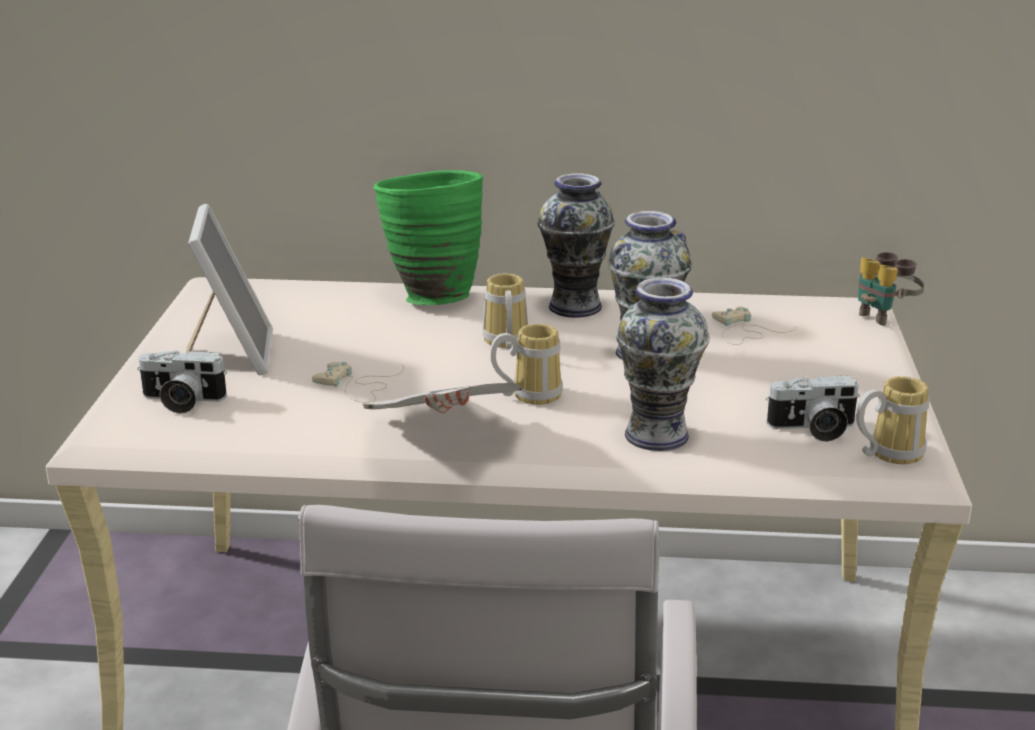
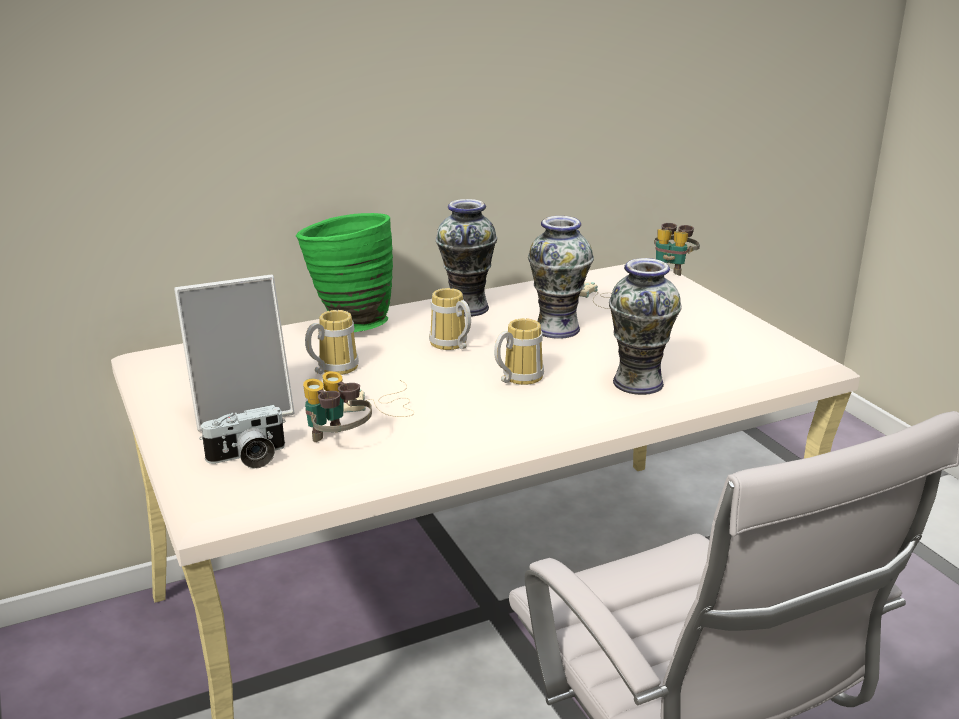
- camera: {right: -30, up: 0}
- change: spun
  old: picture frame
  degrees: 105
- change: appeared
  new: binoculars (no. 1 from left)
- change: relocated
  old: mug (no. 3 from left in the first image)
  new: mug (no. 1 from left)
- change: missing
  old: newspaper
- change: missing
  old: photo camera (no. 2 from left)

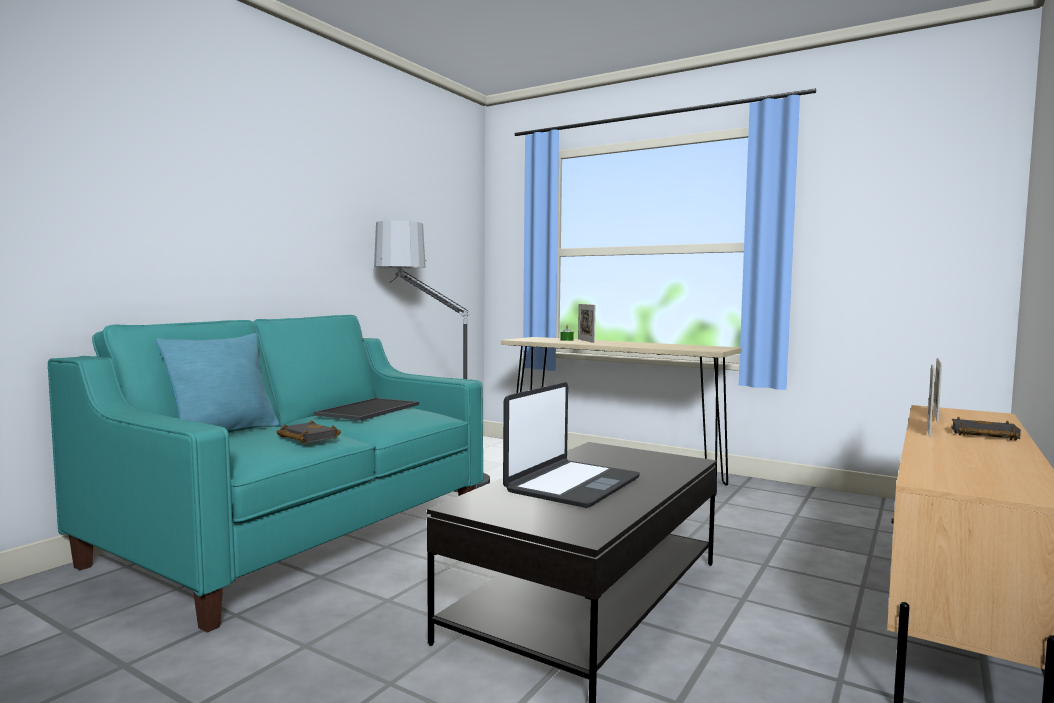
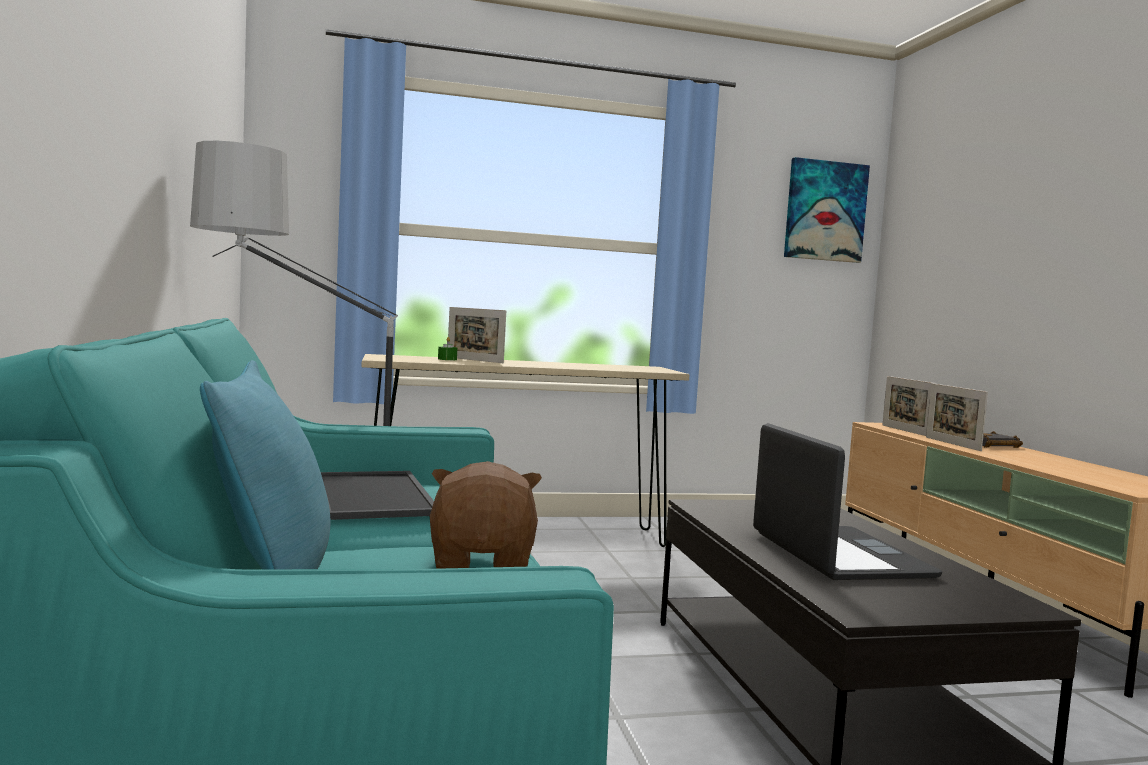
- camera: {right: -45, up: 0}
- change: exchanged
  old: black book (no. 1 from left)
  new: brown plush toy
- change: appeared
  new: picture

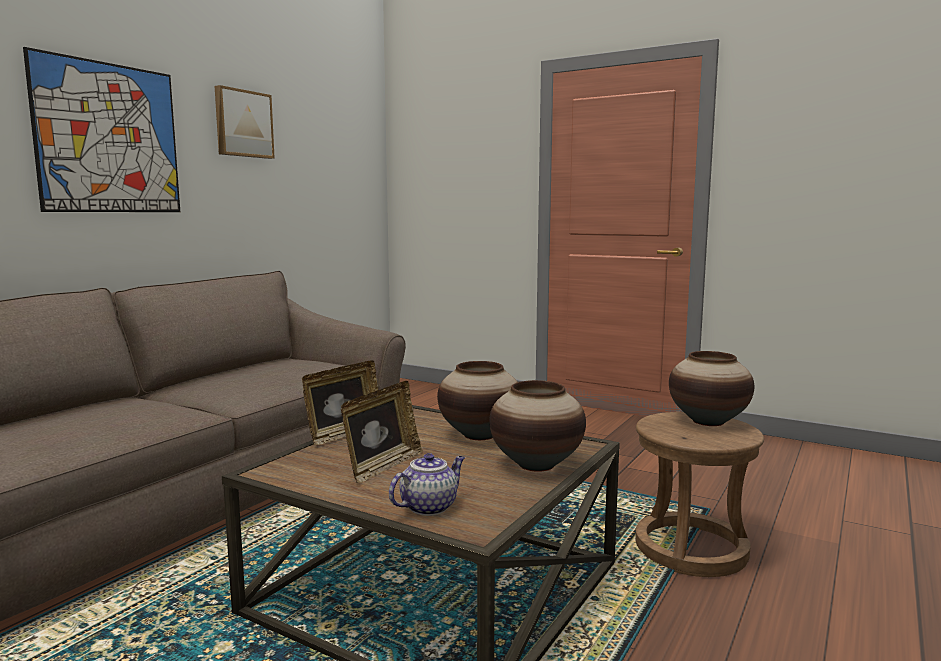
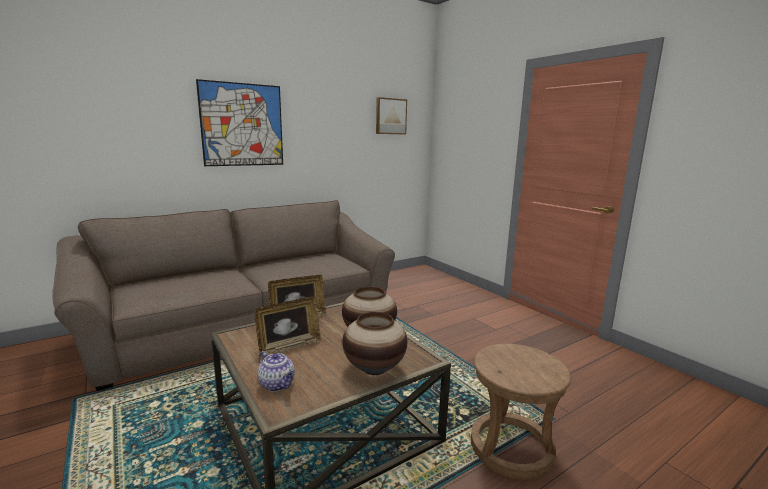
- camera: {right: 25, up: 5}
- change: spun
  old: teapot
  degrees: 60
- change: relocated
  old: picture (no. 2 from left)
- change: missing
  old: vase (no. 3 from left)

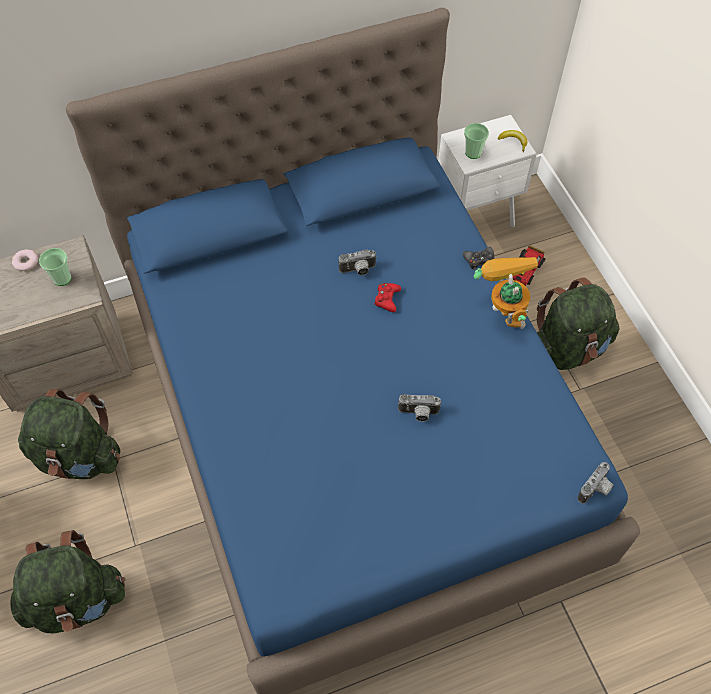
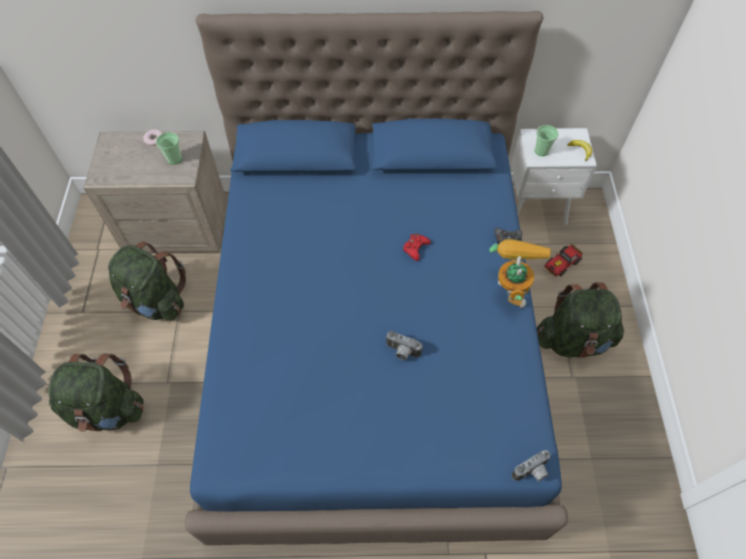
- camera: {right: 20, up: 0}
- change: missing
  old: photo camera (no. 1 from left)

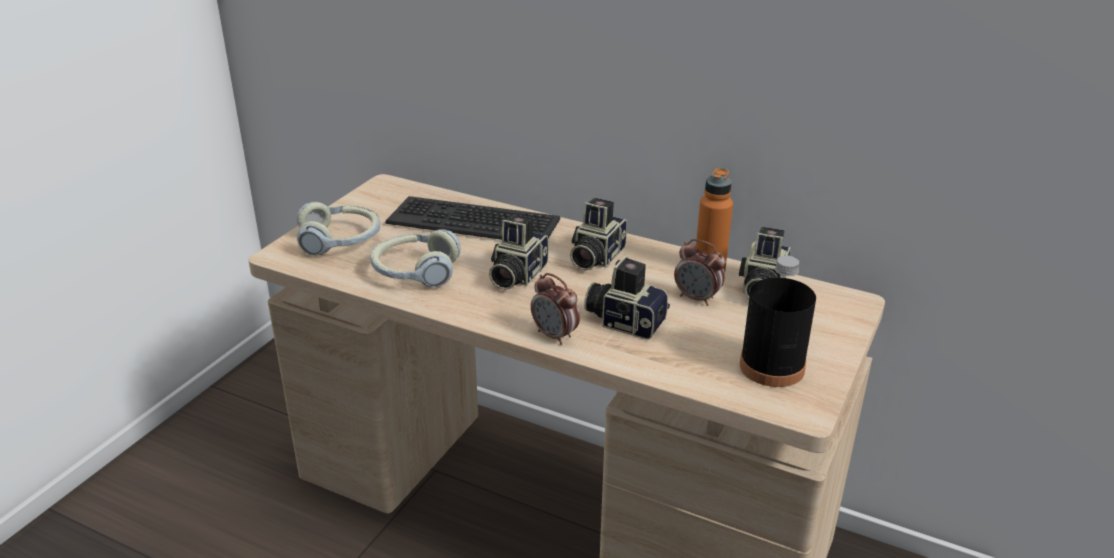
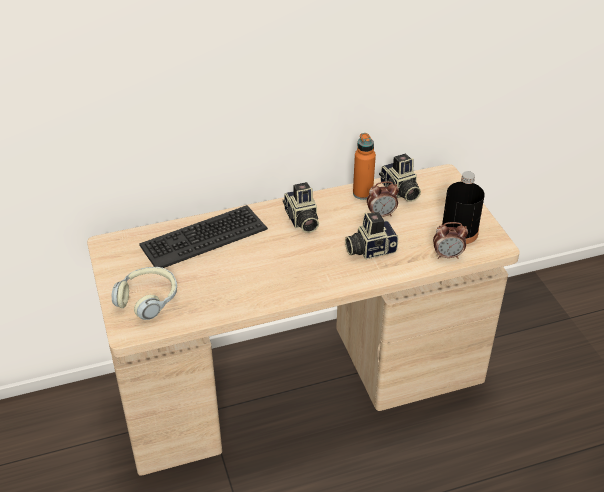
- camera: {right: -45, up: 10}
- change: relocated
  old: alarm clock (no. 1 from left in the first image)
  new: alarm clock (no. 2 from left)
- change: missing
  old: headphones (no. 2 from left)
- change: missing
  old: photo camera (no. 1 from left)

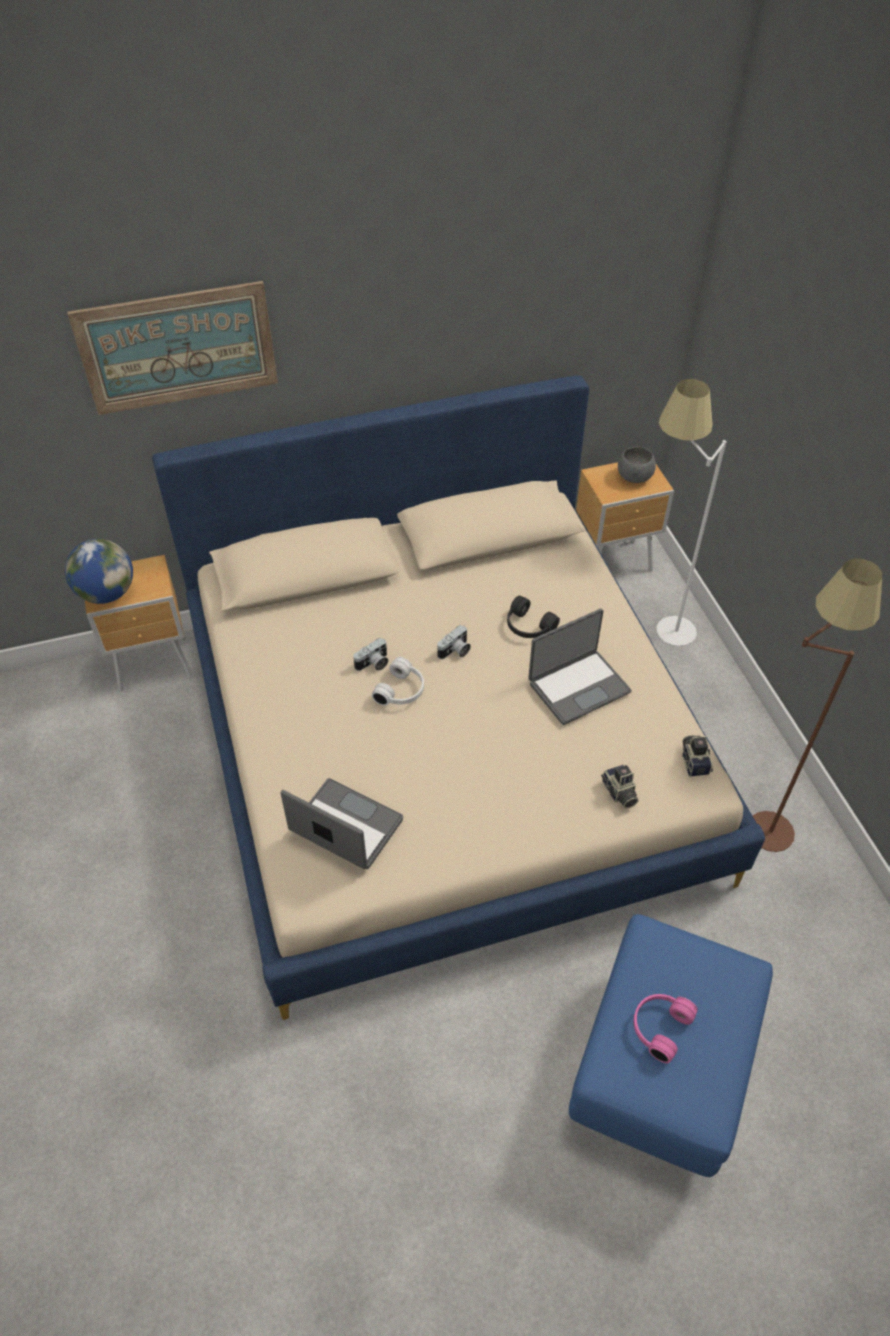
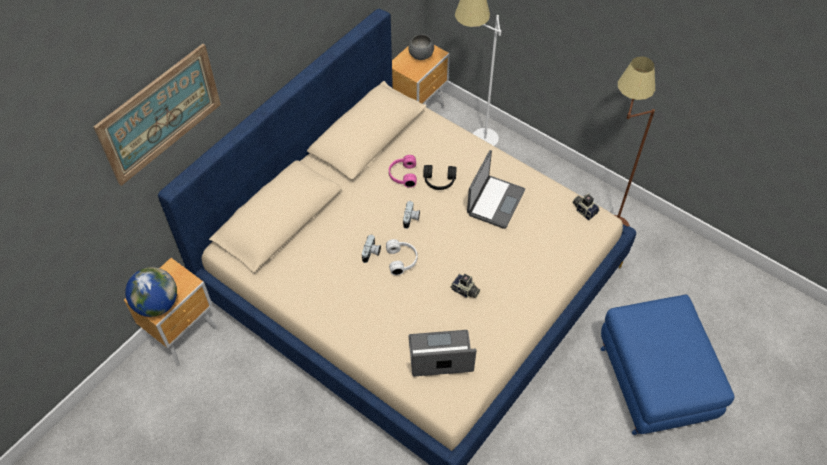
- camera: {right: -35, up: 5}
- change: relocated
  old: pink headphones
- change: relocated
  old: photo camera (no. 3 from left)

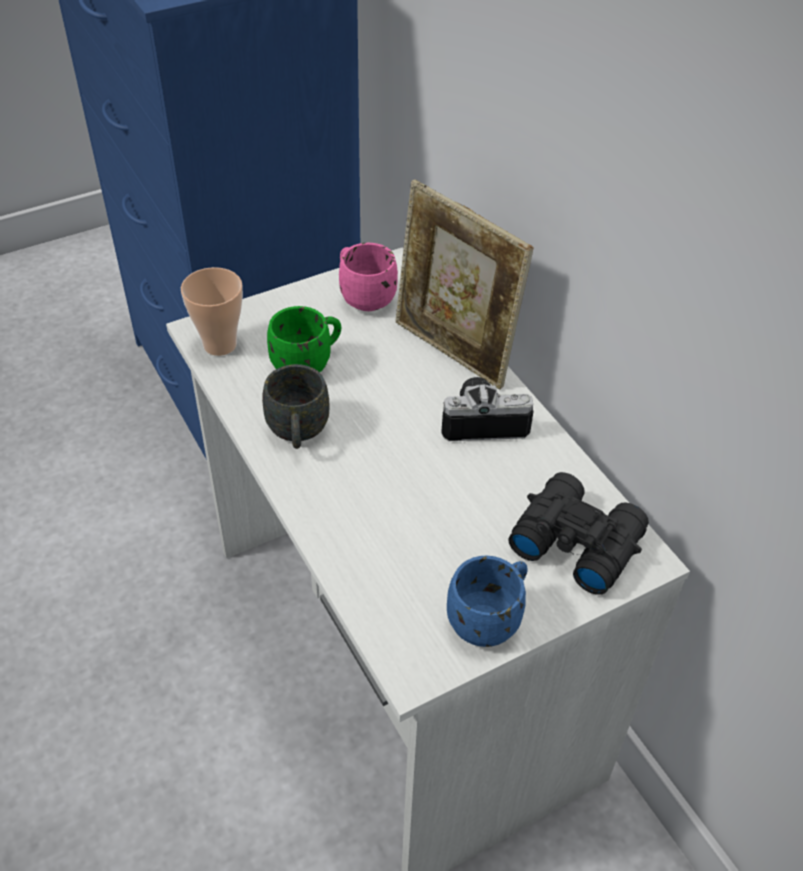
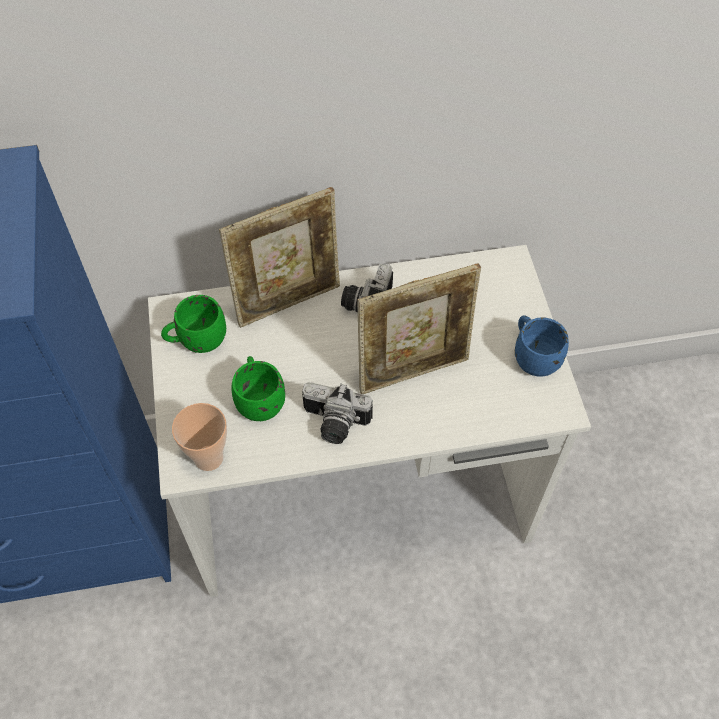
- camera: {right: -70, up: 10}
- change: colour
  old: pink mug
  new: green mug (no. 1 from left)
- change: exchanged
  old: grey mug
  new: photo camera (no. 1 from left)
- change: appeared
  new: picture frame (no. 2 from left)
- change: missing
  old: black binoculars

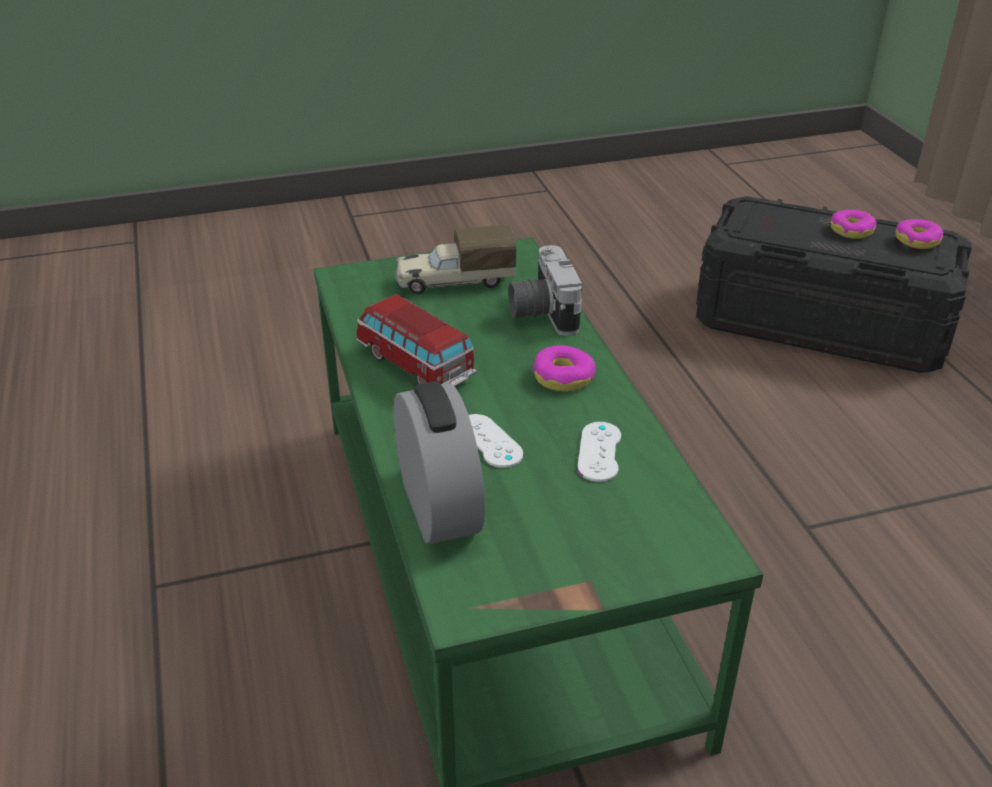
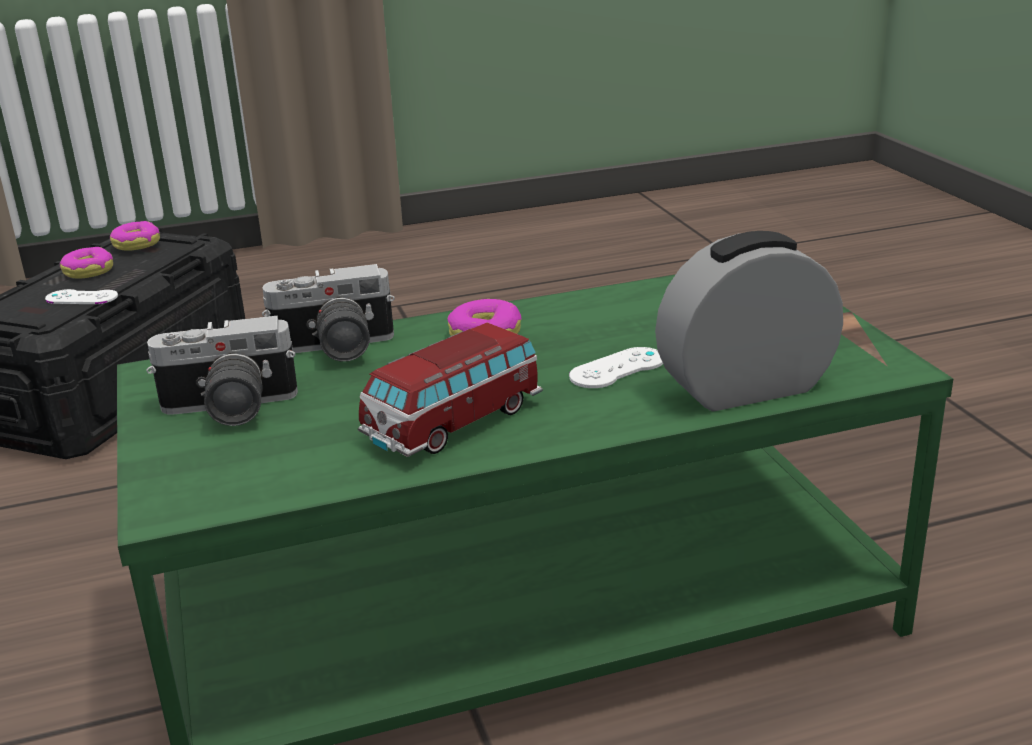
- camera: {right: -90, up: -10}
- change: relocated
  old: white game controller (no. 2 from left in the first image)
  new: white game controller (no. 1 from left)
- change: exchanged
  old: toy truck
  new: photo camera (no. 1 from left)

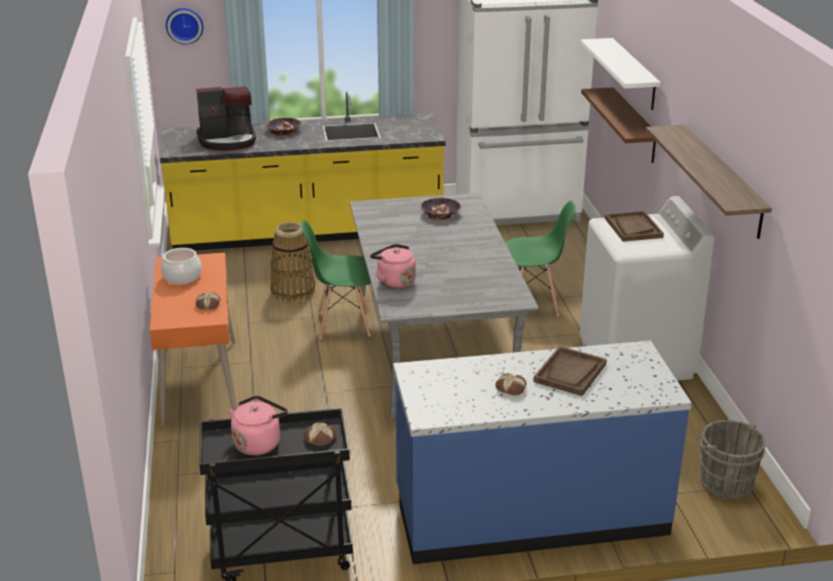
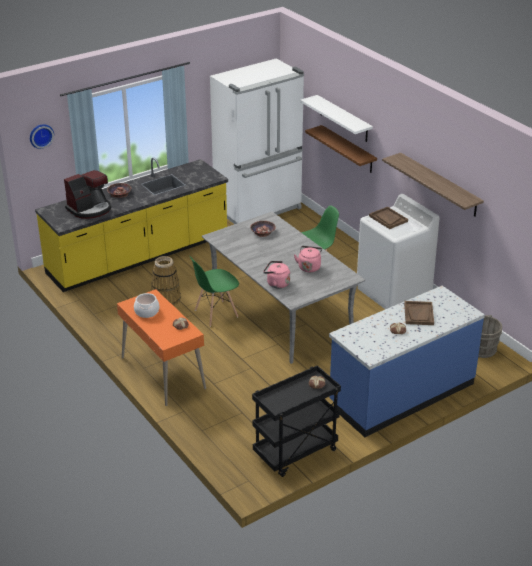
- camera: {right: -25, up: 5}
- change: relocated
  old: pink kettle (no. 1 from left in the first image)
  new: pink kettle (no. 2 from left)

